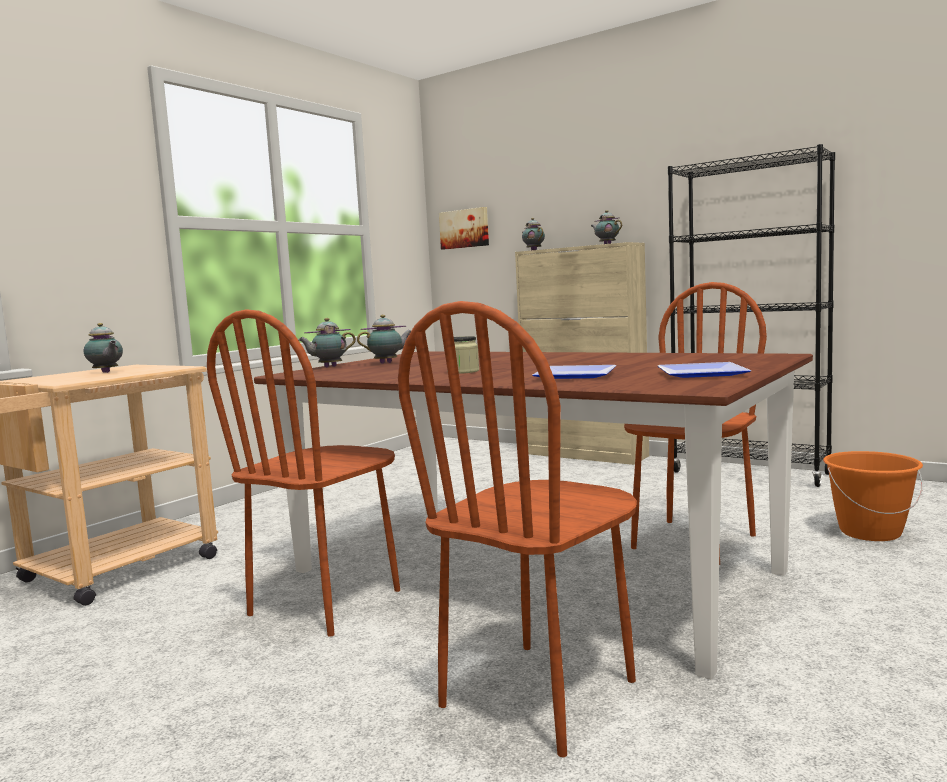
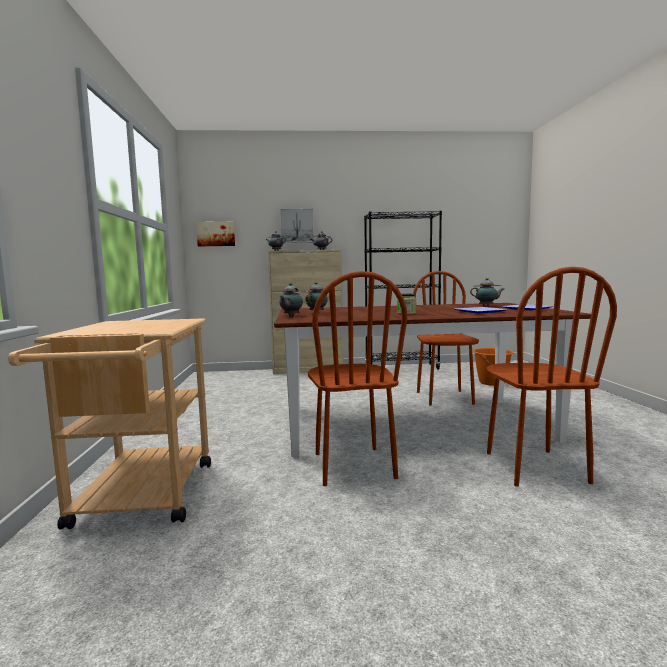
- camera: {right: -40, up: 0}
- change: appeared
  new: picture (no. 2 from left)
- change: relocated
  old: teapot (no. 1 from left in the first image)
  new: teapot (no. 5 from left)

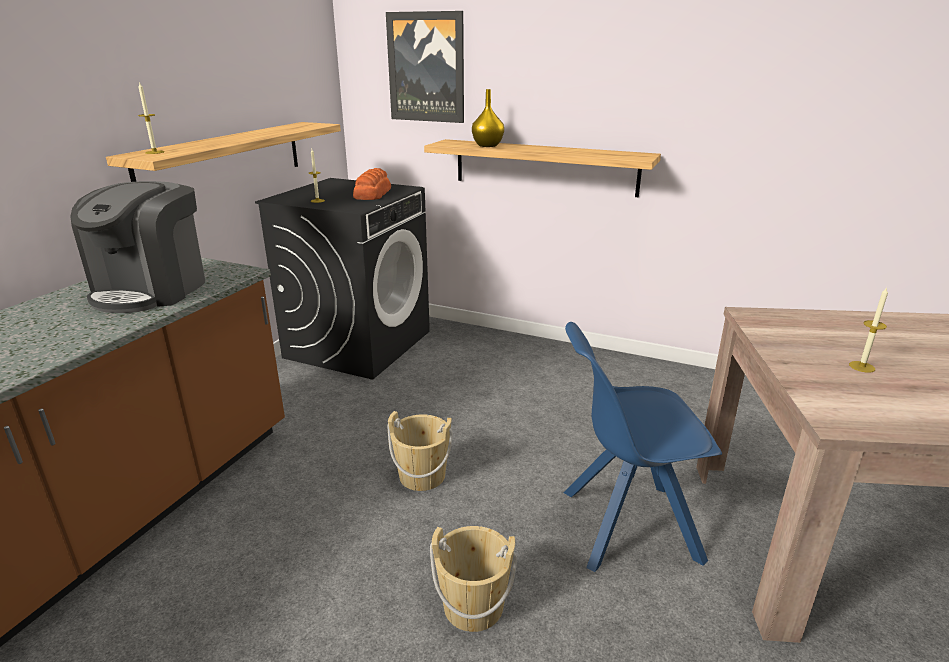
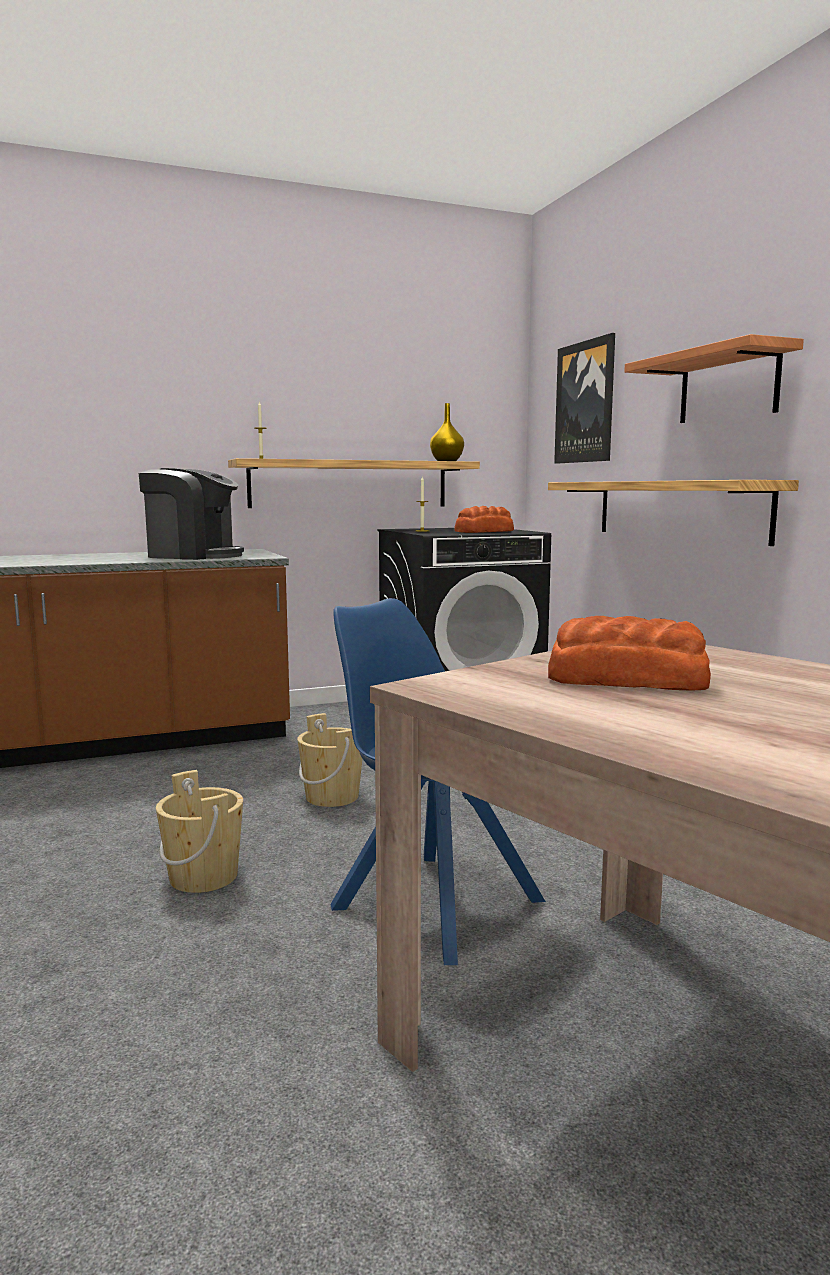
- camera: {right: 45, up: -15}
- change: spun
  old: coffee machine
  degrees: -135
- change: relocated
  old: yellow vase
- change: exchanged
  old: candle (no. 3 from left)
  new: bread (no. 2 from left)
- change: appeared
  new: shelf (no. 3 from left)

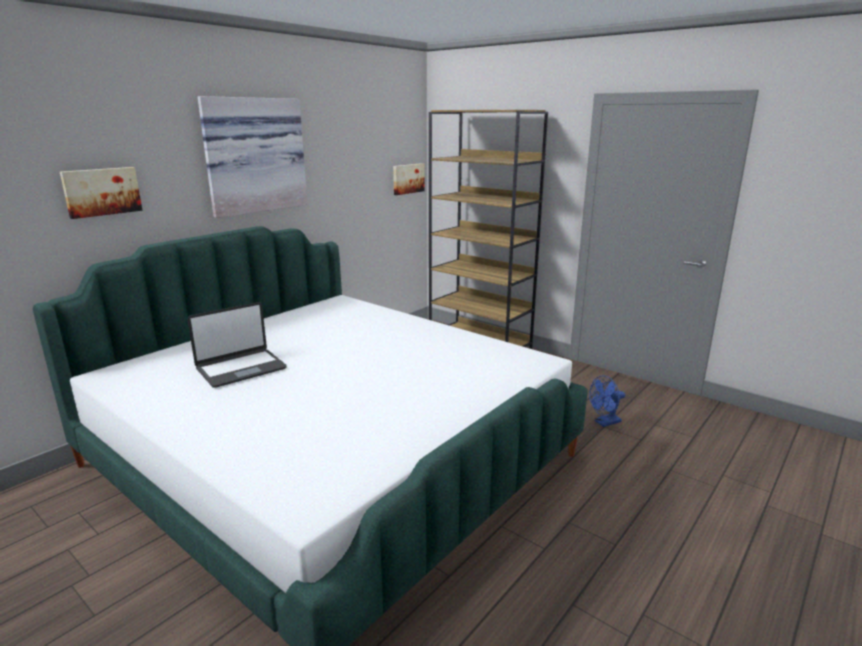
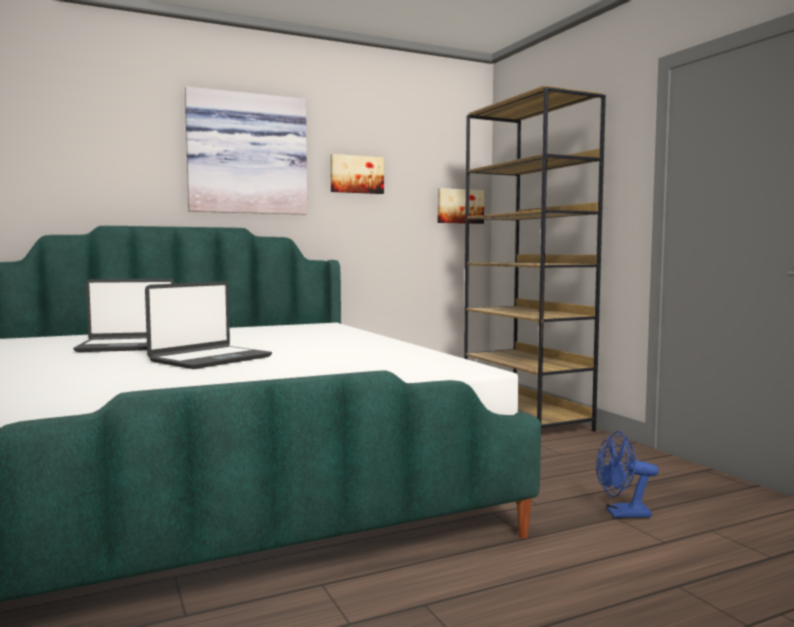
- camera: {right: 25, up: -15}
- change: appeared
  new: laptop (no. 2 from left)
- change: relocated
  old: picture (no. 1 from left in the first image)
  new: picture (no. 2 from left)

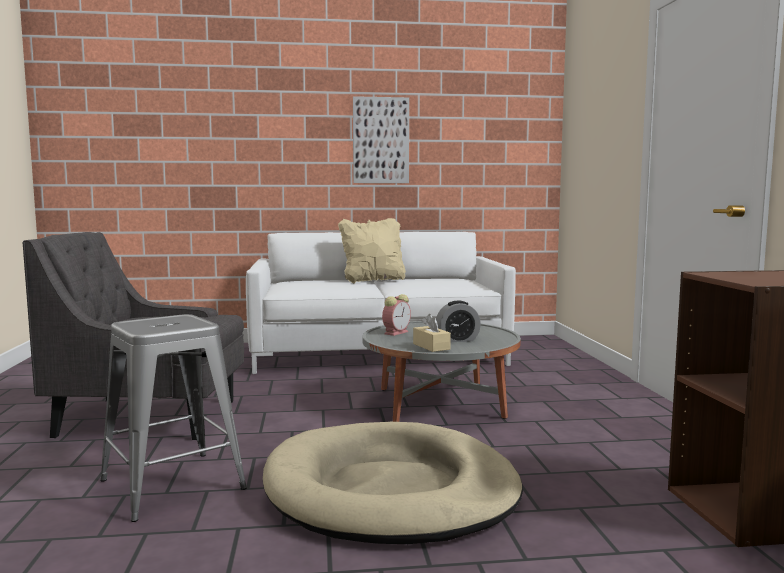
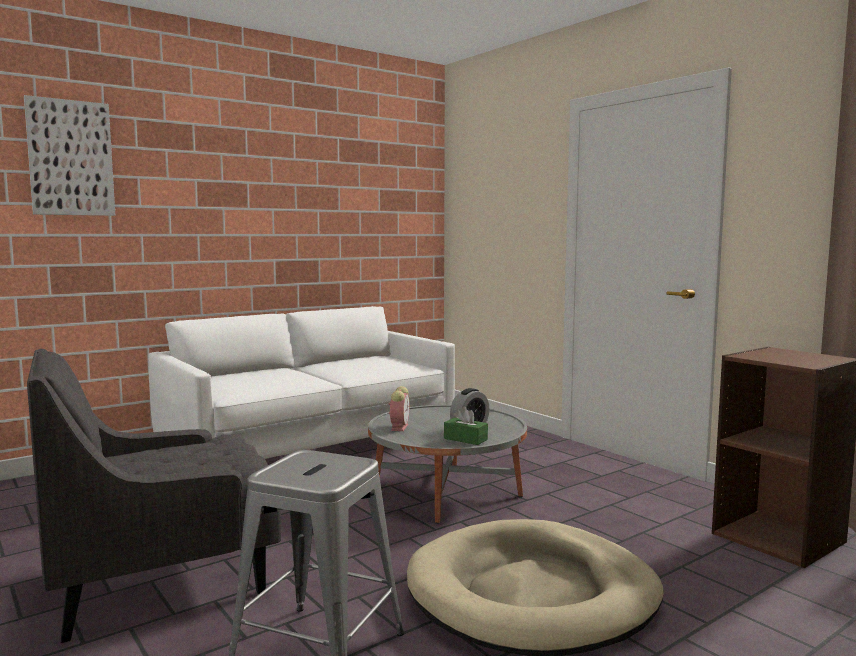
- camera: {right: -30, up: 0}
- change: relocated
  old: picture
- change: colour
  old: beige tissue box
  new: green tissue box
- change: missing
  old: beige pillow

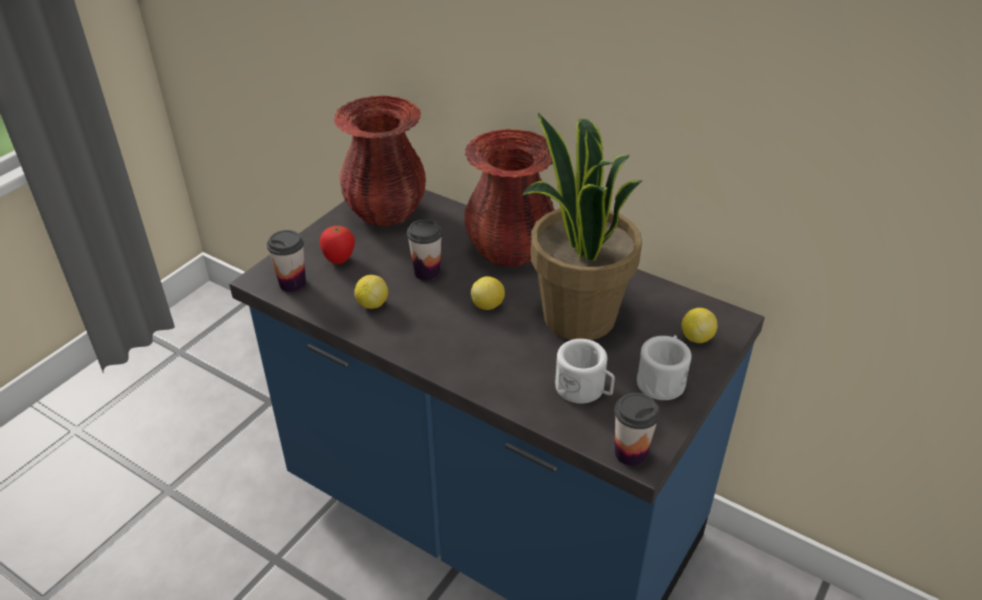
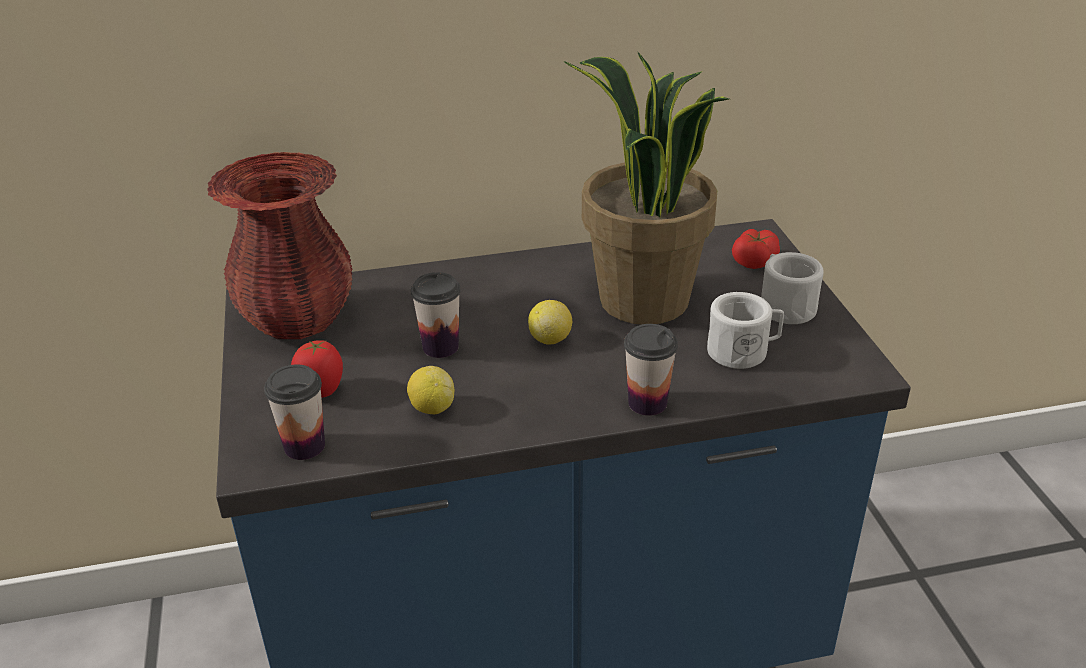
- camera: {right: -45, up: -5}
- change: relocated
  old: cup (no. 3 from left)
- change: exchanged
  old: lemon (no. 3 from left)
  new: tomato (no. 2 from left)
- change: missing
  old: red vase (no. 2 from left)

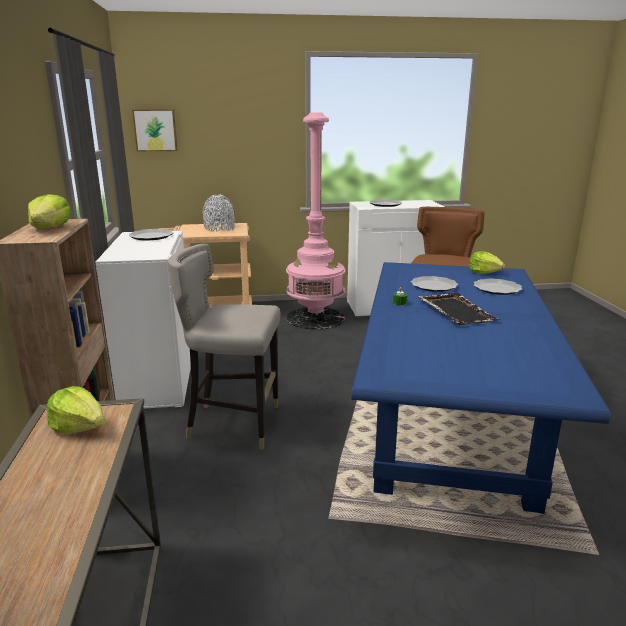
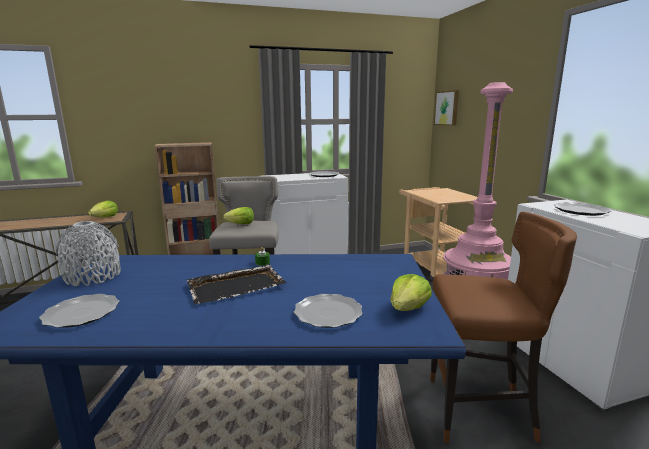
- camera: {right: 80, up: -5}
- change: relocated
  old: plate (no. 3 from left in the first image)
  new: plate (no. 1 from left)
- change: relocated
  old: grey vase
- change: relocated
  old: lettuce (no. 1 from left in the first image)
  new: lettuce (no. 2 from left)

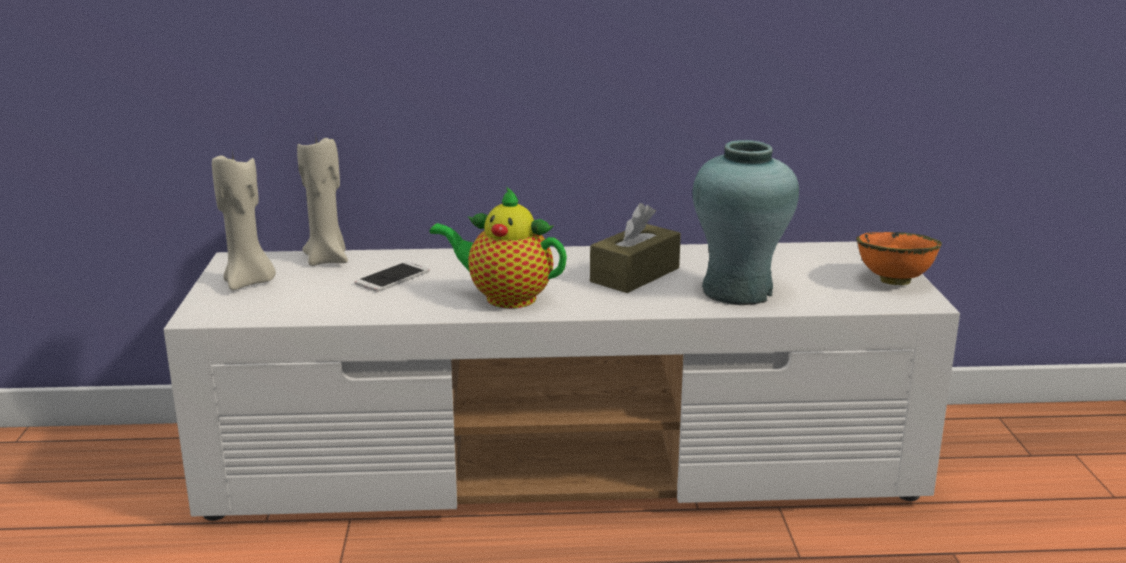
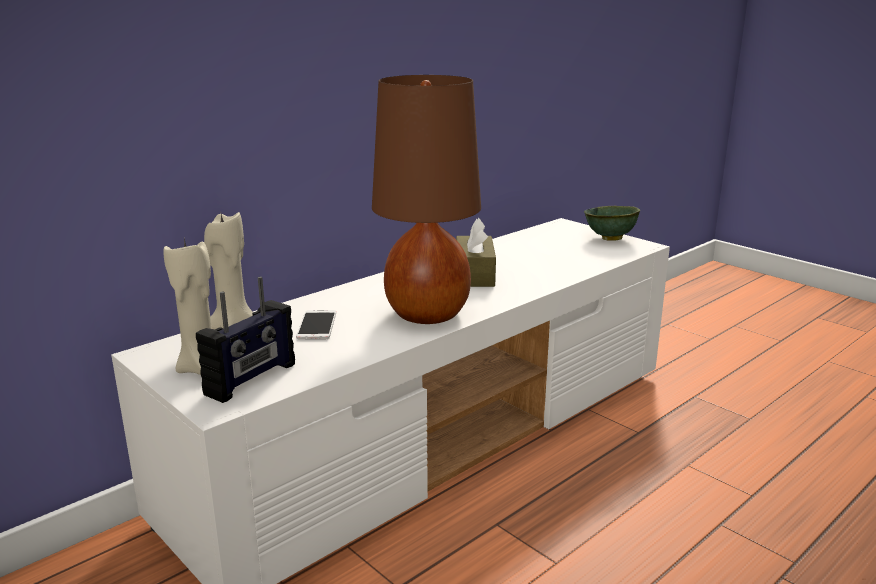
- camera: {right: -40, up: 0}
- change: appeared
  new: radio
- change: exchanged
  old: teapot
  new: brown table lamp
- change: colour
  old: orange bowl
  new: green bowl
- change: missing
  old: turquoise vase

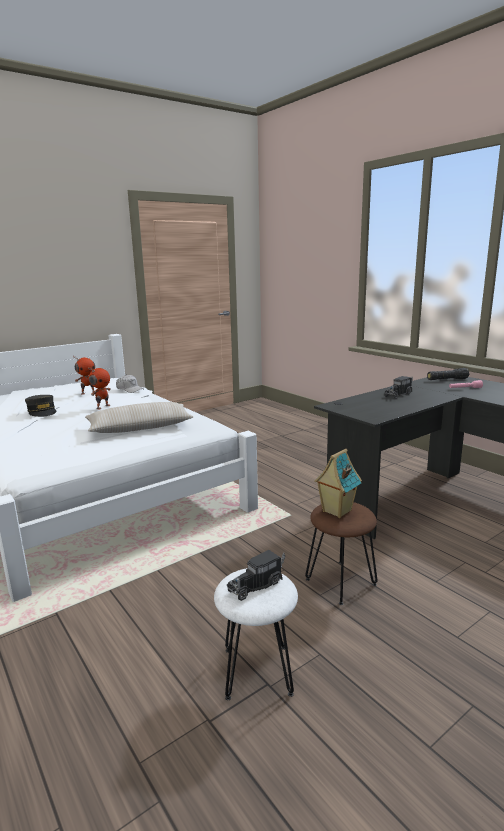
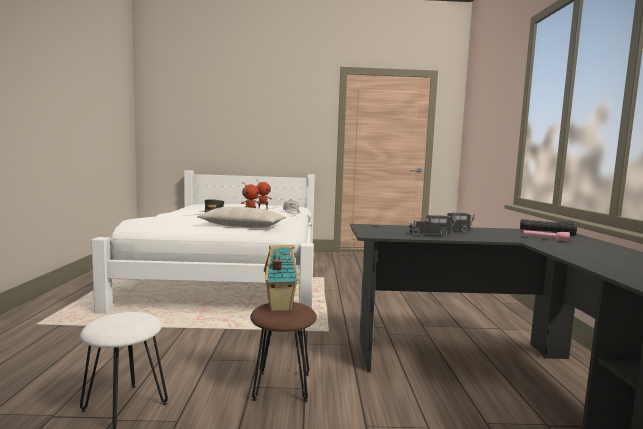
- camera: {right: 35, up: -10}
- change: relocated
  old: toy truck (no. 1 from left)

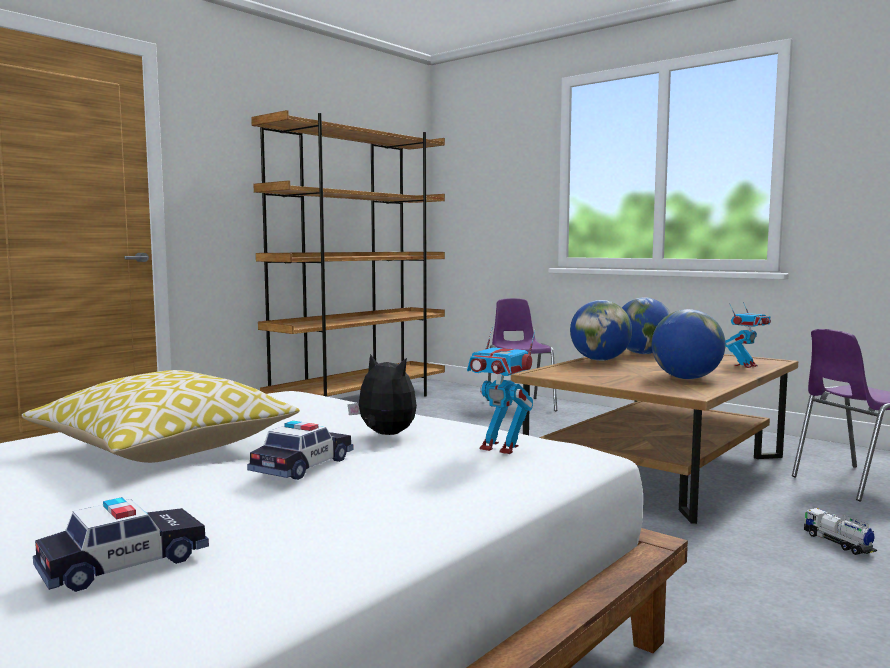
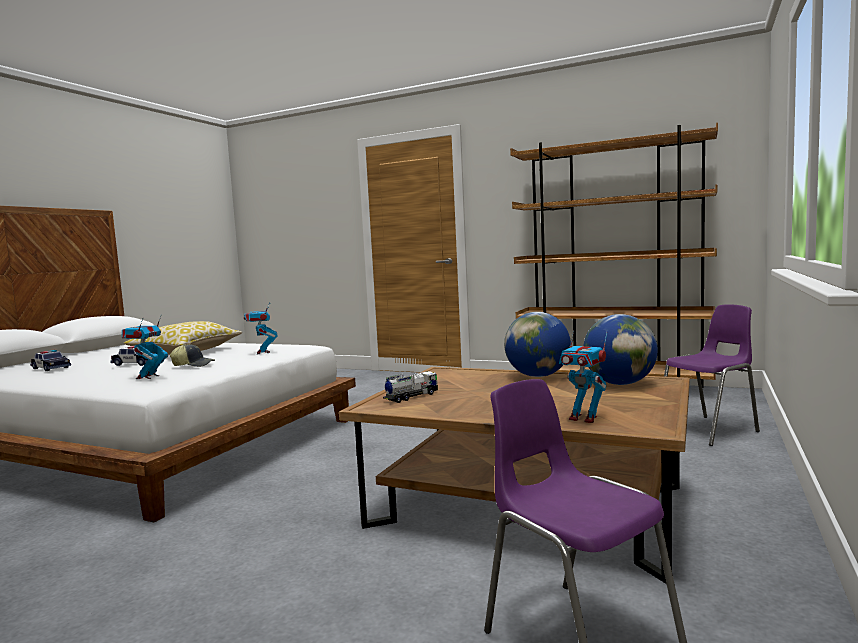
- camera: {right: 75, up: 0}
- change: exchanged
  old: plush toy
  new: cap
- change: appeared
  new: toy robot (no. 2 from left)
- change: relocated
  old: toy truck
- change: missing
  old: globe (no. 3 from left)

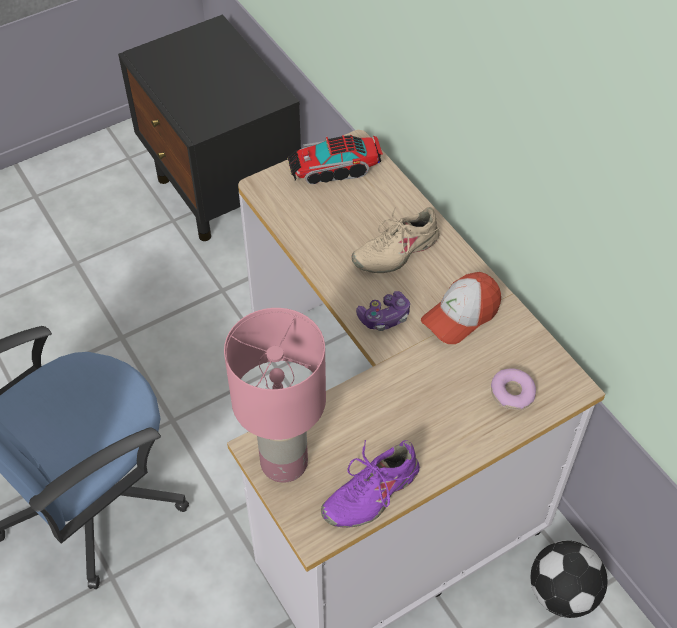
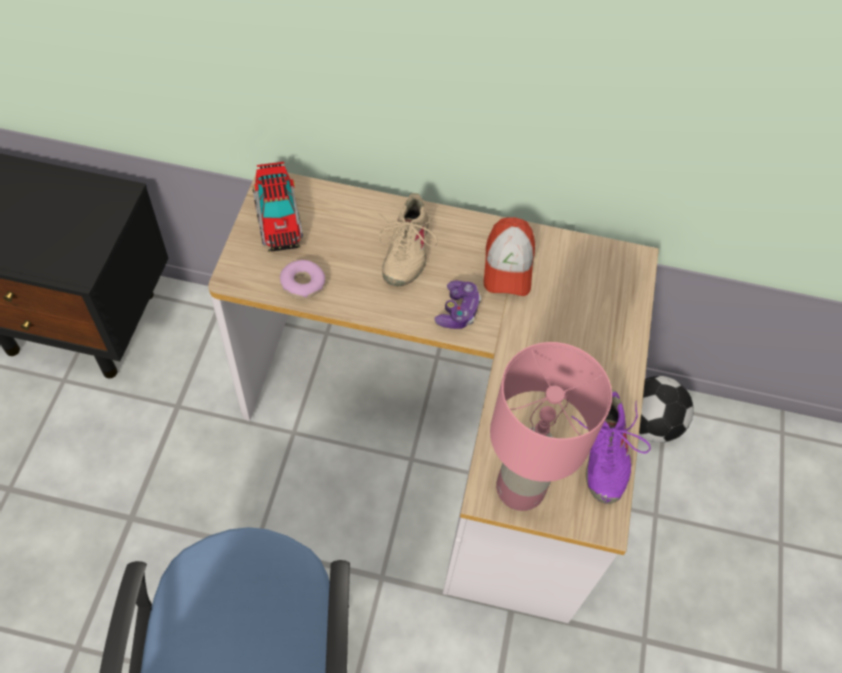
- camera: {right: -50, up: 5}
- change: spun
  old: toy truck
  degrees: -45
- change: relocated
  old: donut

